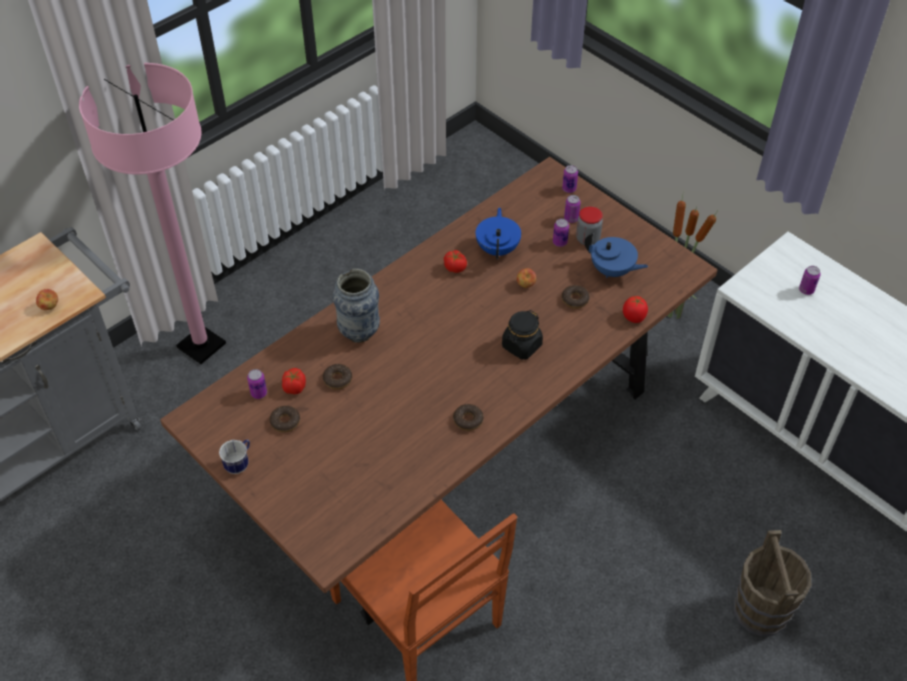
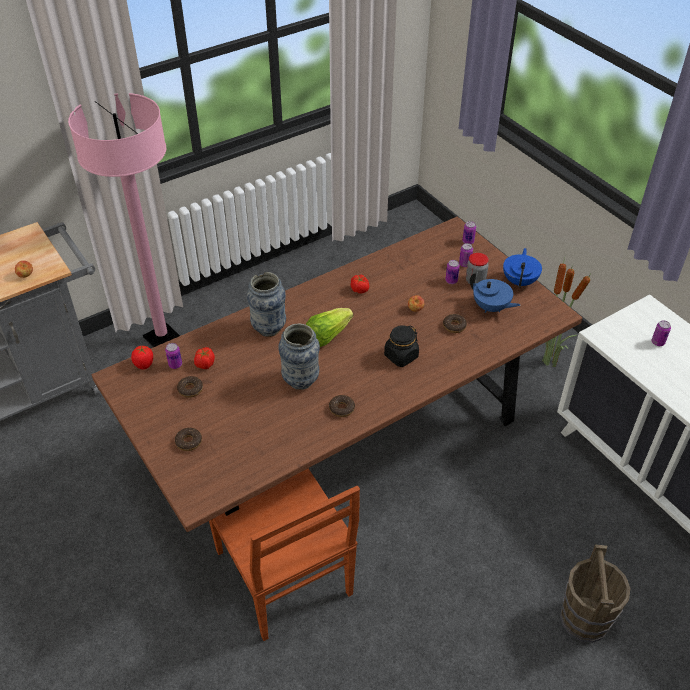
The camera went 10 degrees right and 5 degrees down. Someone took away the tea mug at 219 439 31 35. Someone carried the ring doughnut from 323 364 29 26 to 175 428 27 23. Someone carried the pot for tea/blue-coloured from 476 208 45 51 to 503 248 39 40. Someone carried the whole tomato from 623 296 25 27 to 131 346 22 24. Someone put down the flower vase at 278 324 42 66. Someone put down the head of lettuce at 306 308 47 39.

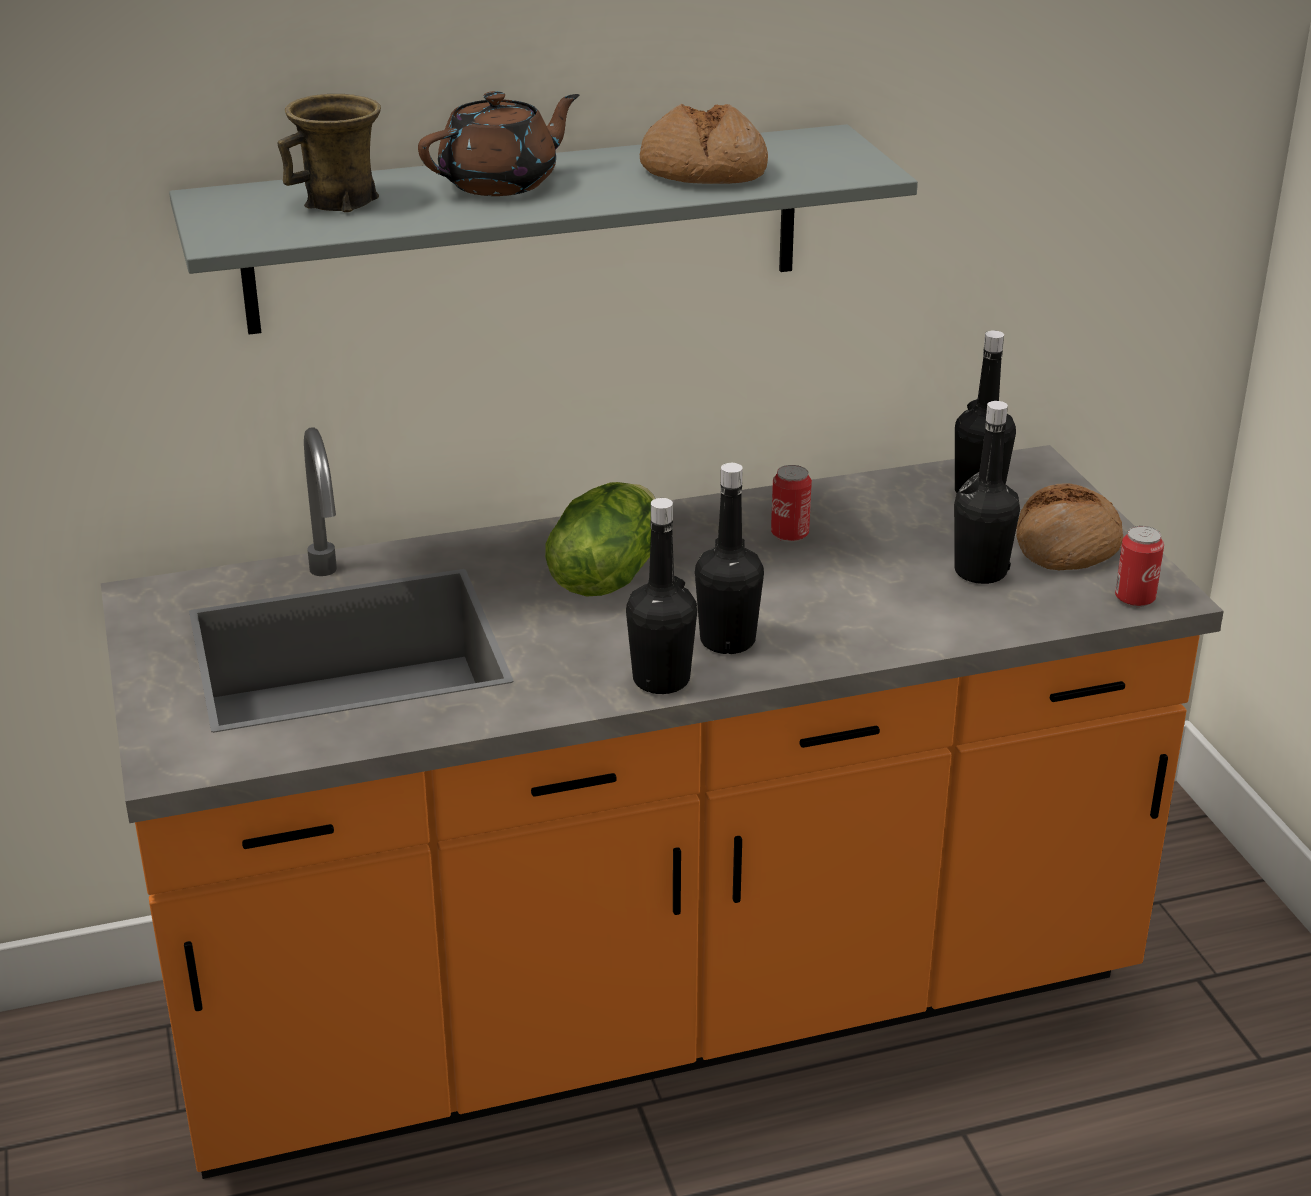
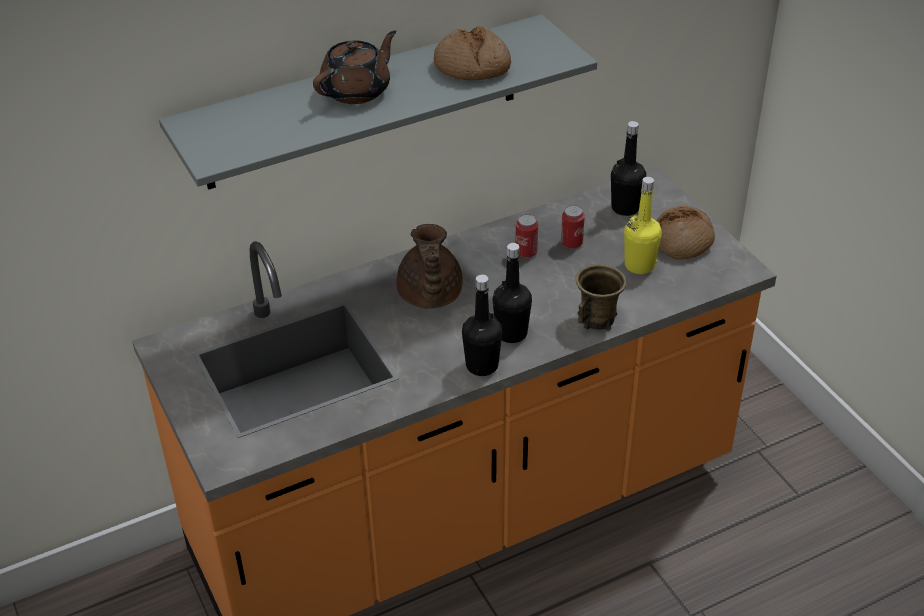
The camera went 10 degrees left and 10 degrees up. Someone carried the tea mug/brown from 277 94 104 118 to 576 264 51 66. Someone swapped the head of lettuce at 545 482 110 115 for the pot for tea/brown at 397 224 66 85. Someone repainted the drink bottle/blackish at 954 401 66 183, which became the drink bottle/yellow at 624 177 38 97. Someone carried the metal can from 1115 526 49 81 to 561 205 24 44.

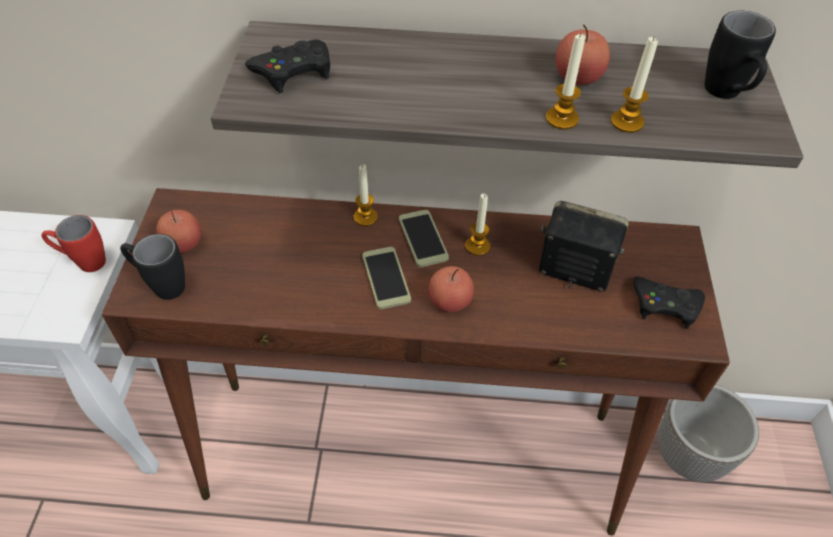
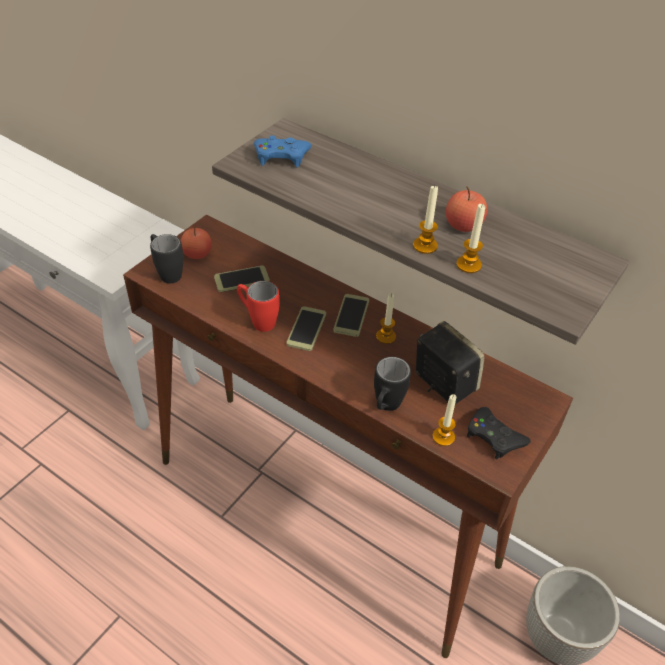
The camera went 30 degrees right and 5 degrees down. Someone carried the tea mug/reddish from 42 215 64 57 to 237 281 43 51. Someone repainted the joypad/blackish at 245 39 85 54, which became the joypad/blue-coloured at 254 135 57 32. Someone carried the candle from 354 164 24 62 to 433 394 23 52. Someone took away the whole apple at 429 266 45 46. Someone carried the tea mug/blackish from 704 11 72 88 to 374 357 37 54. Someone put down the telephone at 214 266 56 26.

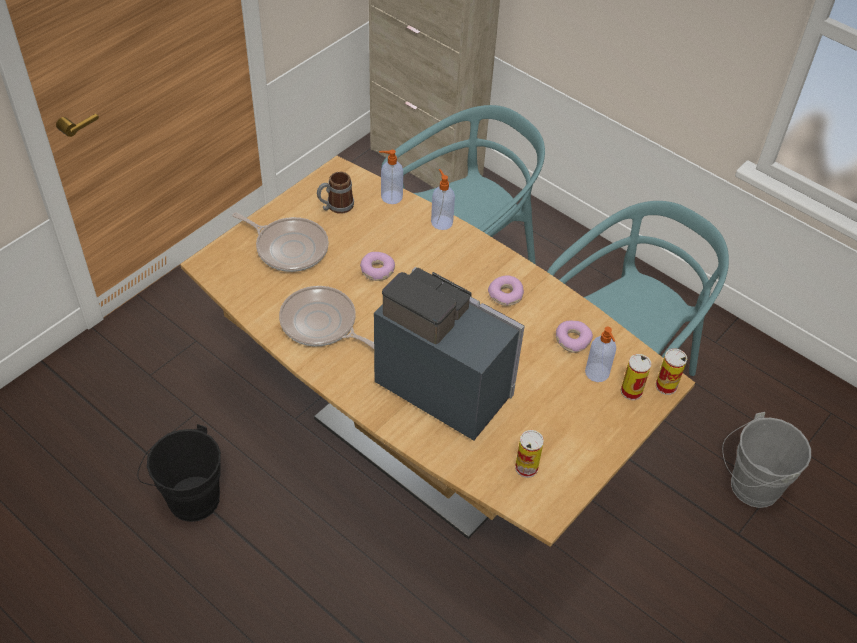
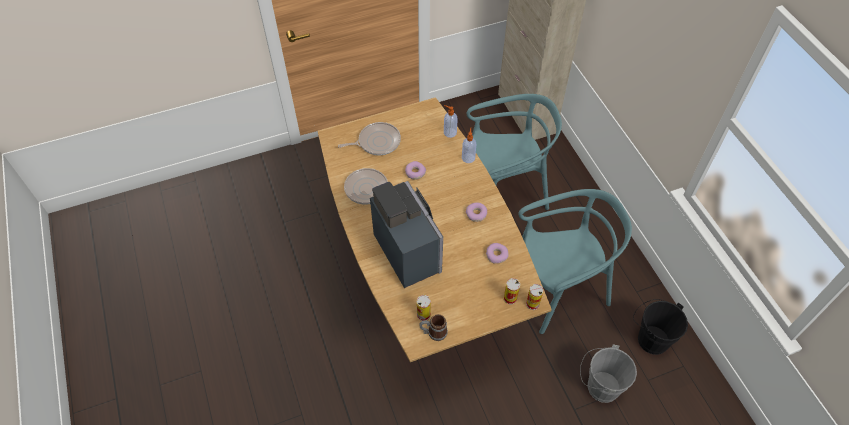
The camera went 30 degrees right and 5 degrees up. Someone carried the bucket/blackish from 137 424 84 98 to 633 299 55 56. Someone rotated the pan at 232 212 97 60 by 75 degrees counterclockwise. Someone carried the tea mug from 317 172 37 42 to 419 314 29 27. Someone took away the liquid soap bottle at 585 327 31 55.

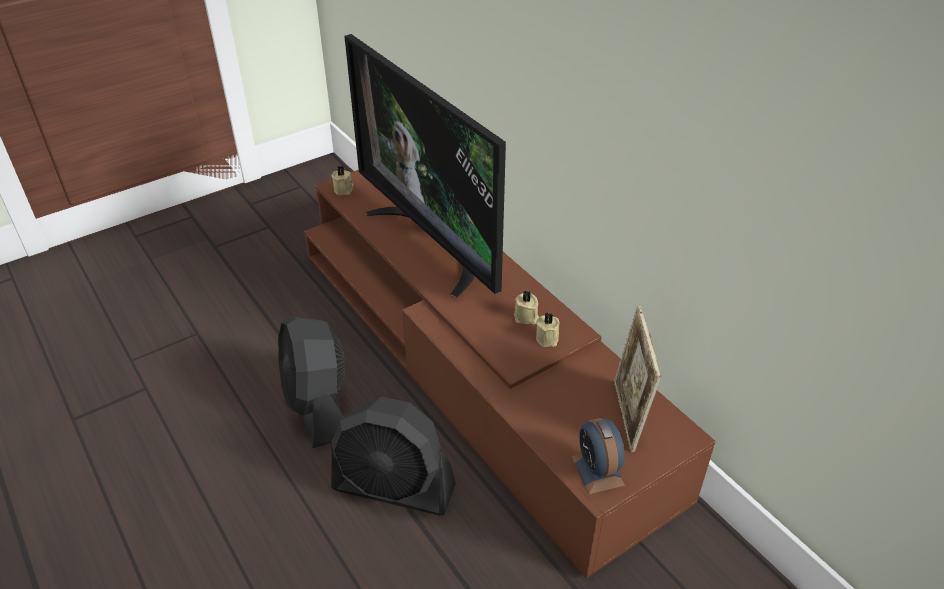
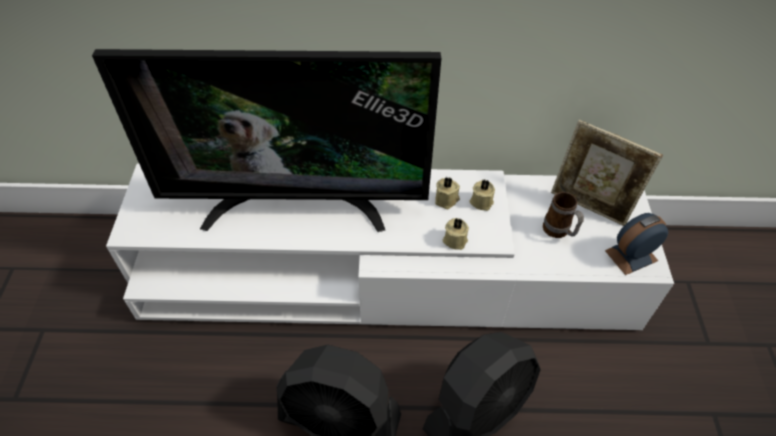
The camera went 55 degrees left and 10 degrees up. Someone repainted the tv unit/brown at 304 170 412 408, which became the tv unit/white-coloured at 106 164 568 166. Someone carried the candle/beige-coloured from 331 166 22 29 to 443 218 26 32. Someone rotated the alarm clock at 571 418 54 77 by 135 degrees clockwise. Someone put down the tea mug at 543 192 41 46.

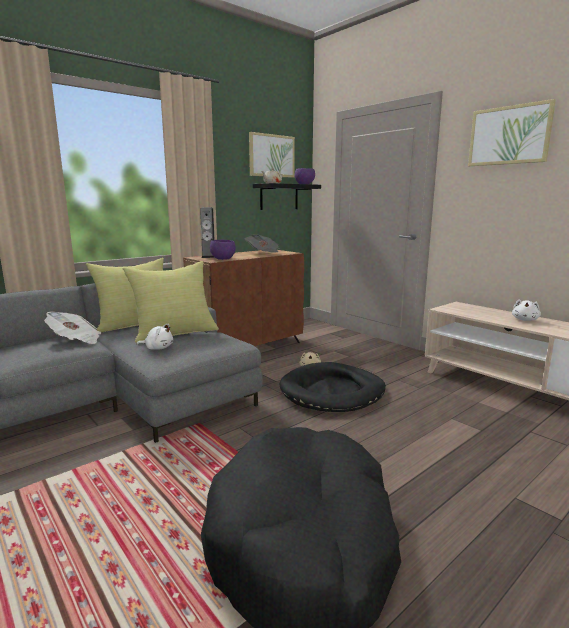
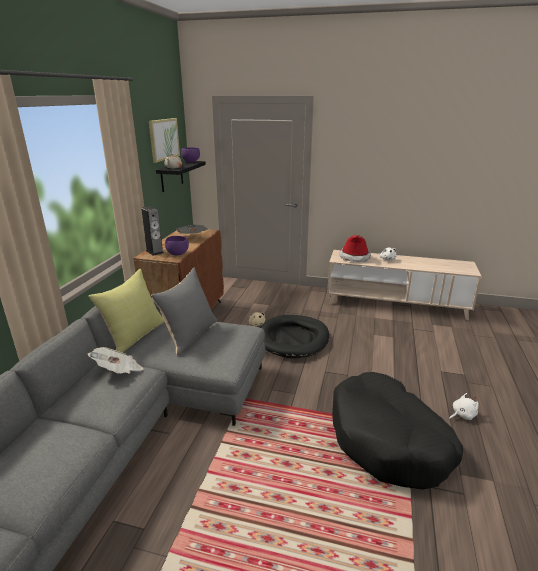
The camera went 35 degrees left and 10 degrees up. Someone repainted the throw pillow/yellow at 122 261 97 82, which became the throw pillow/gray at 151 268 66 87. Someone carried the cuddly toy/white-coloured from 137 323 36 27 to 449 393 29 27. Someone took away the wall art at 468 99 88 67. Someone put down the wearable hat at 339 235 32 27.

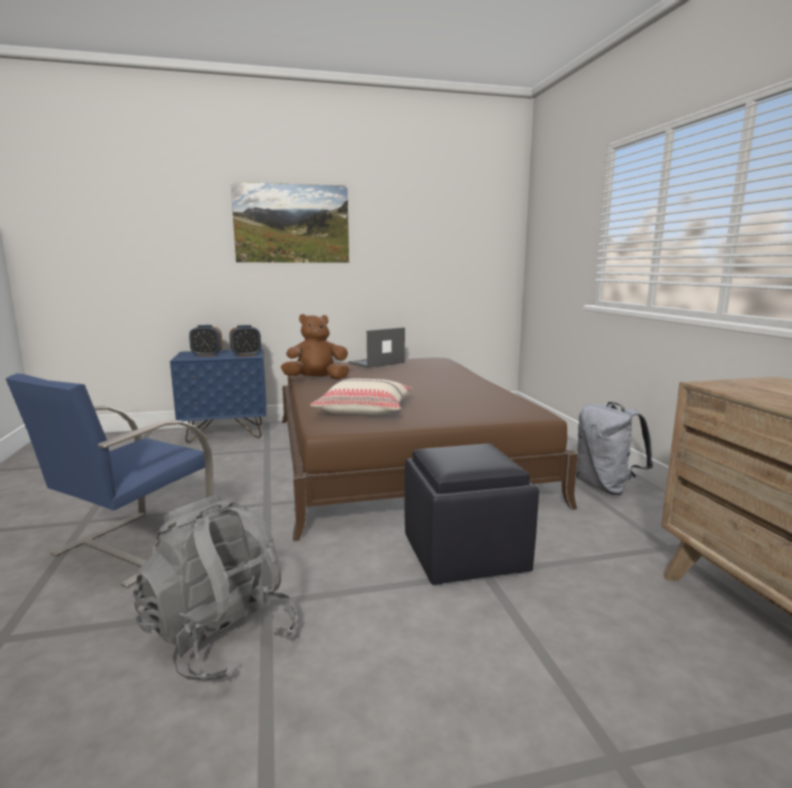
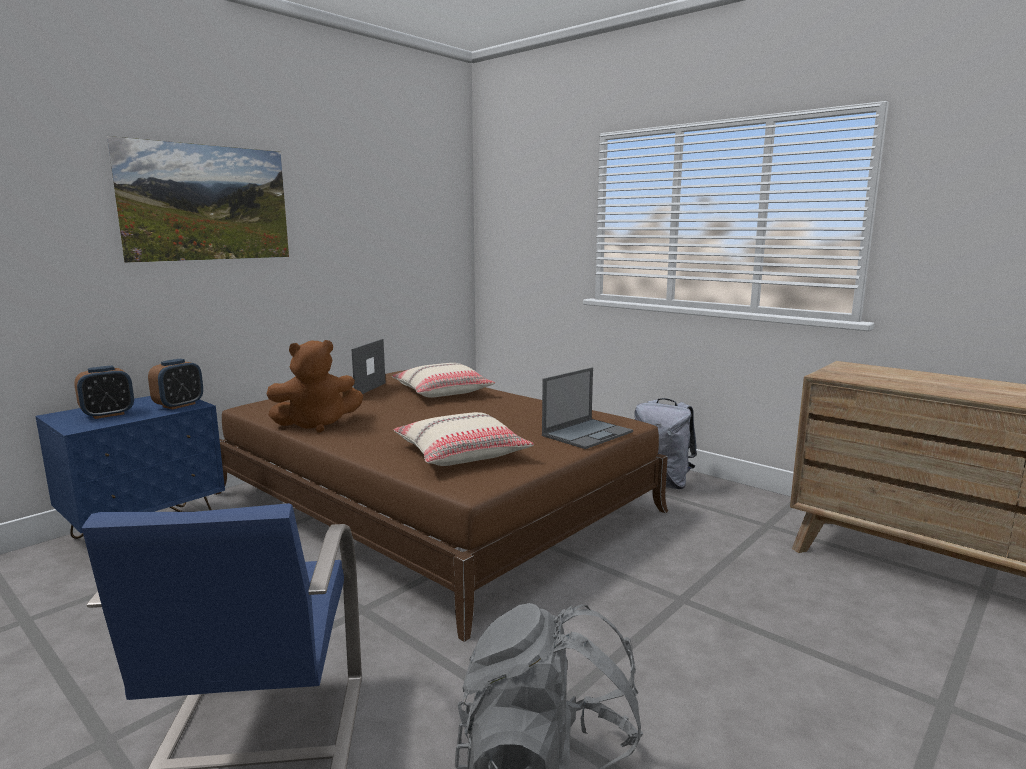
The camera went 35 degrees left and 0 degrees up. Someone rotated the cuddly toy/brown at 281 314 68 65 by 150 degrees counterclockwise. Someone took away the pouffe/blackish at 404 444 135 141. Someone put down the throw pillow/beige-coloured at 392 363 103 35. Someone put down the notebook computer at 542 367 91 82.

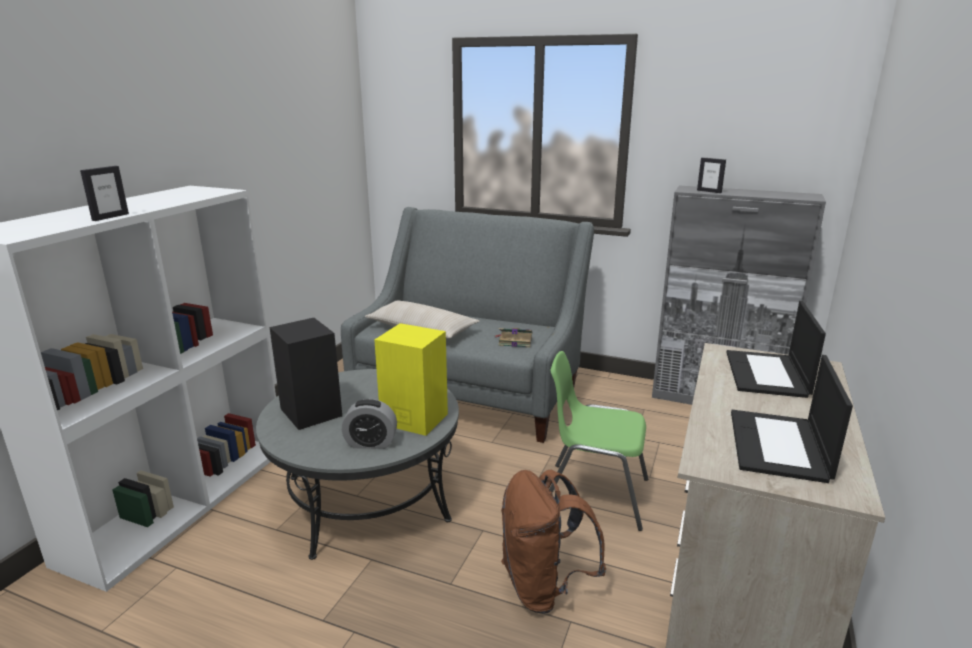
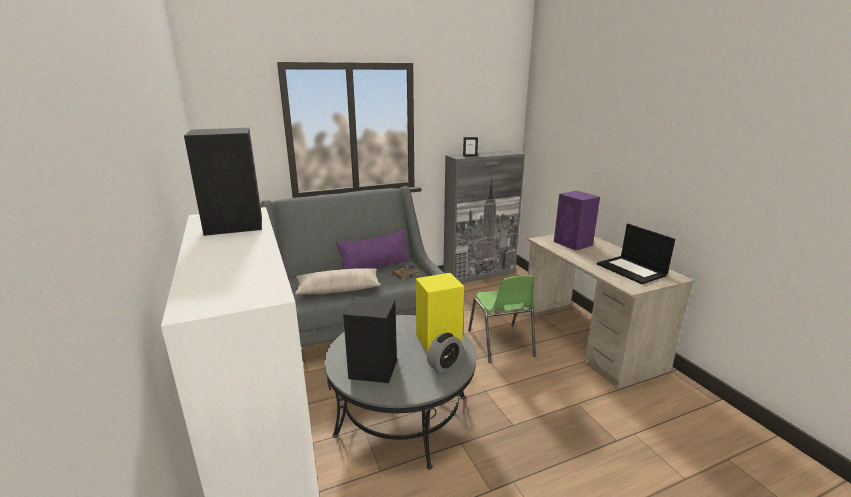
The camera went 45 degrees left and 0 degrees up. Someone took away the photo frame at 80 166 49 55. Someone took away the backpack/brown at 501 470 105 143. Someone rotated the upright chair/green-coloured at 549 351 99 180 by 75 degrees counterclockwise. Someone swapped the notebook computer at 726 301 100 97 for the speaker/purple-coloured at 554 191 46 60. Someone put down the speaker/blackish at 184 128 78 108. Someone put down the throw pillow/purple-coloured at 336 229 74 40.

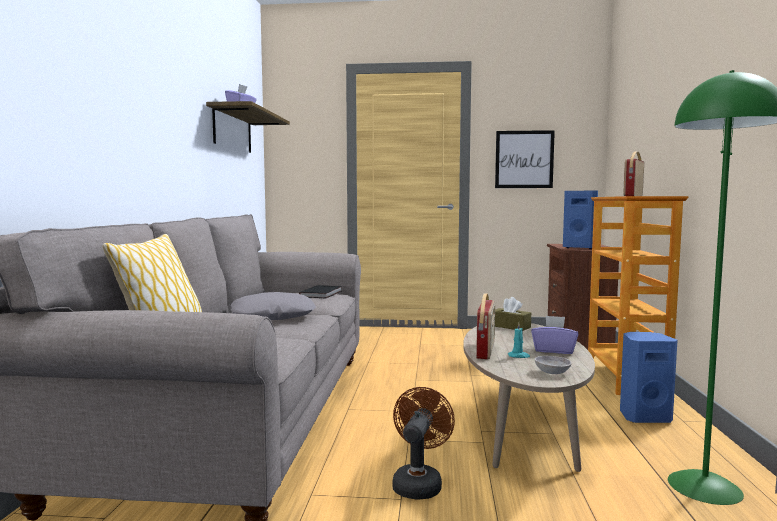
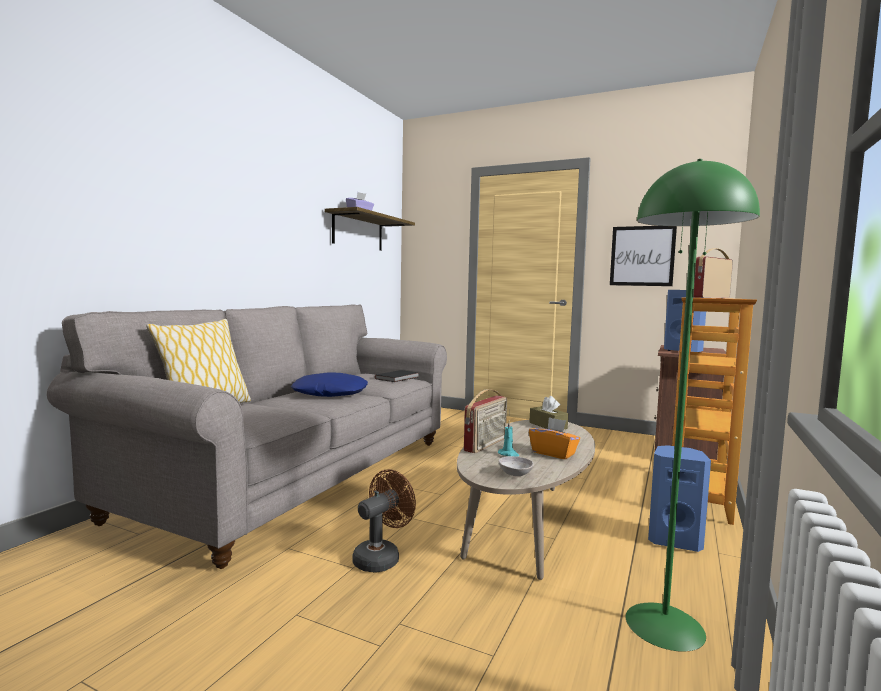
The camera went 20 degrees right and 0 degrees up. Someone repainted the throw pillow/gray at 230 292 86 28, which became the throw pillow/blue-coloured at 291 372 77 25. Someone repainted the tissue holder/purple-coloured at 531 316 47 38, which became the tissue holder/orangey at 529 417 51 42.

